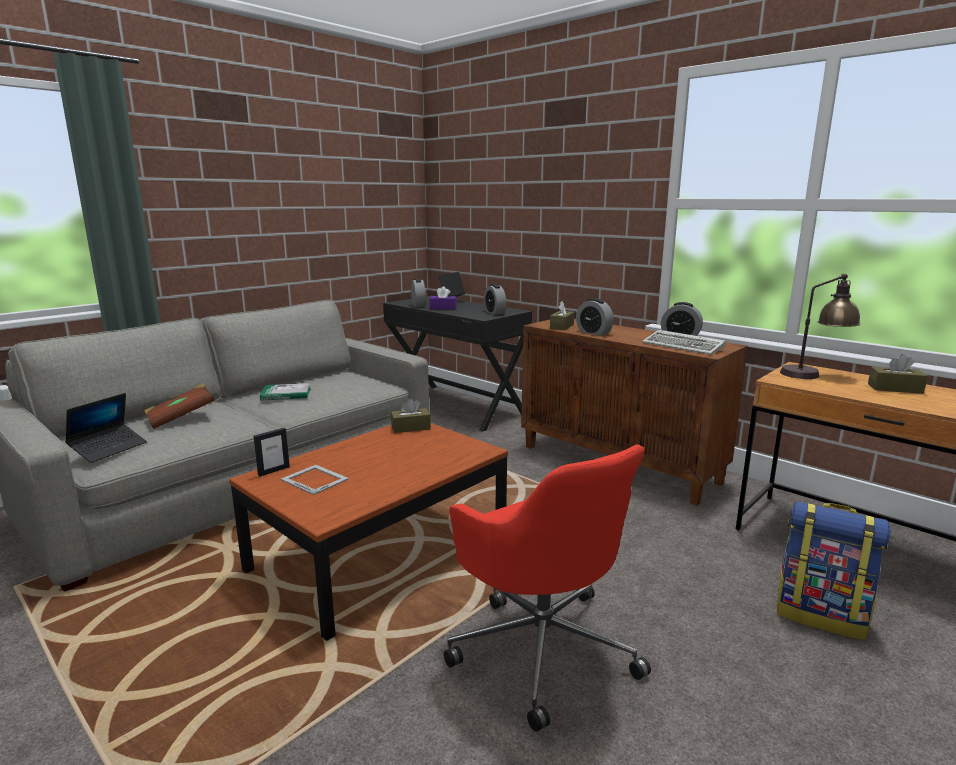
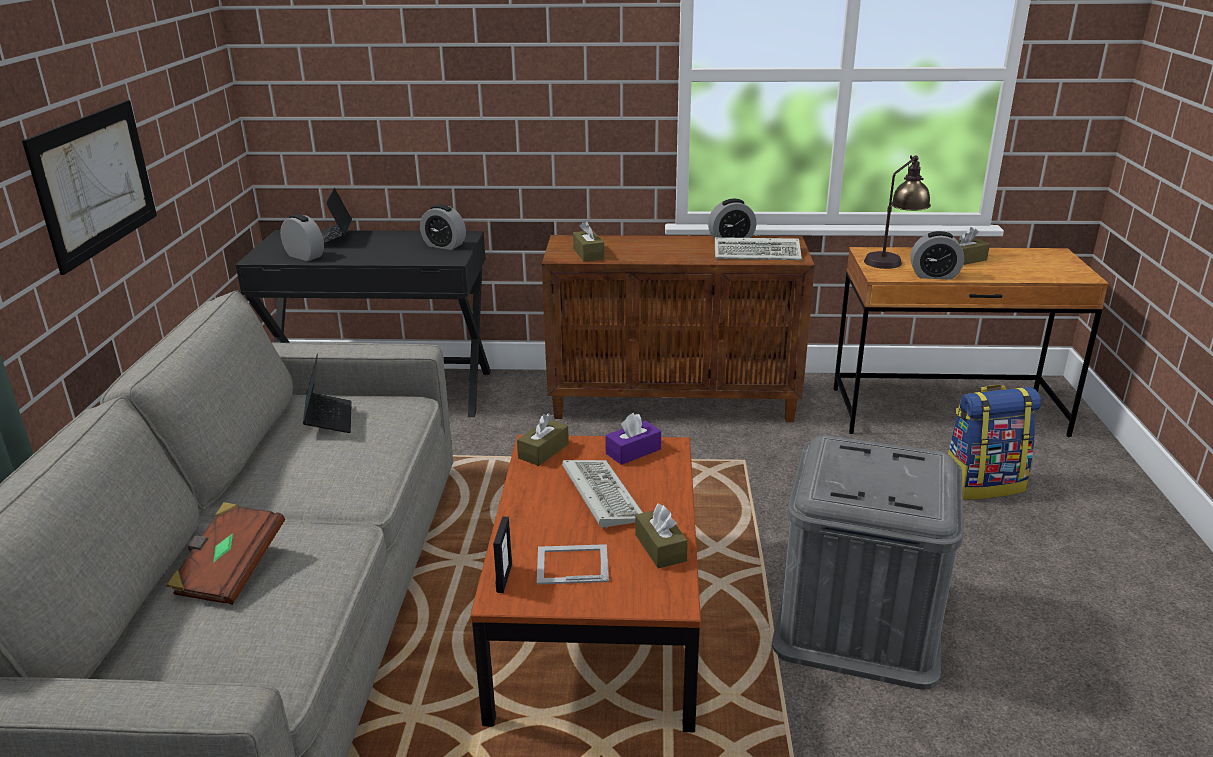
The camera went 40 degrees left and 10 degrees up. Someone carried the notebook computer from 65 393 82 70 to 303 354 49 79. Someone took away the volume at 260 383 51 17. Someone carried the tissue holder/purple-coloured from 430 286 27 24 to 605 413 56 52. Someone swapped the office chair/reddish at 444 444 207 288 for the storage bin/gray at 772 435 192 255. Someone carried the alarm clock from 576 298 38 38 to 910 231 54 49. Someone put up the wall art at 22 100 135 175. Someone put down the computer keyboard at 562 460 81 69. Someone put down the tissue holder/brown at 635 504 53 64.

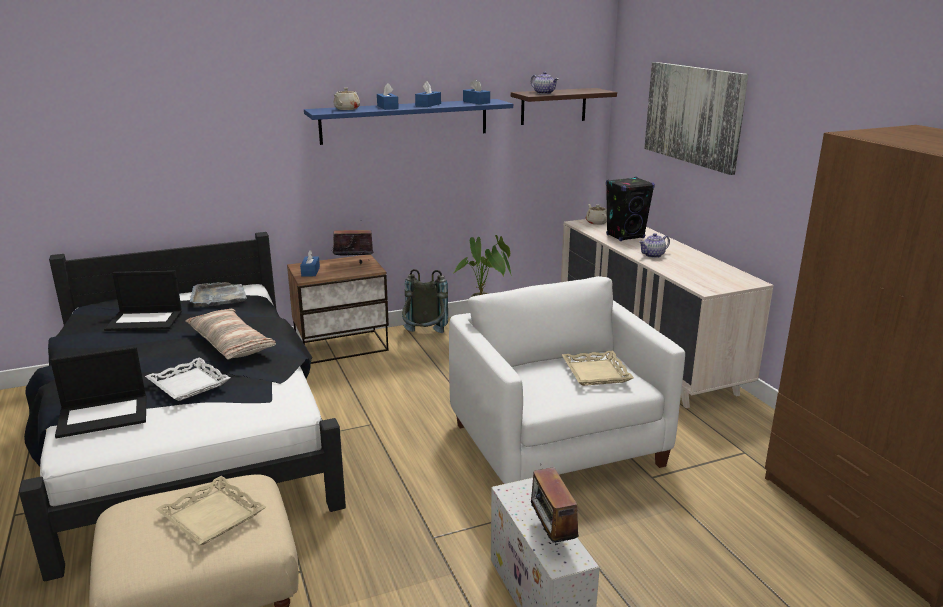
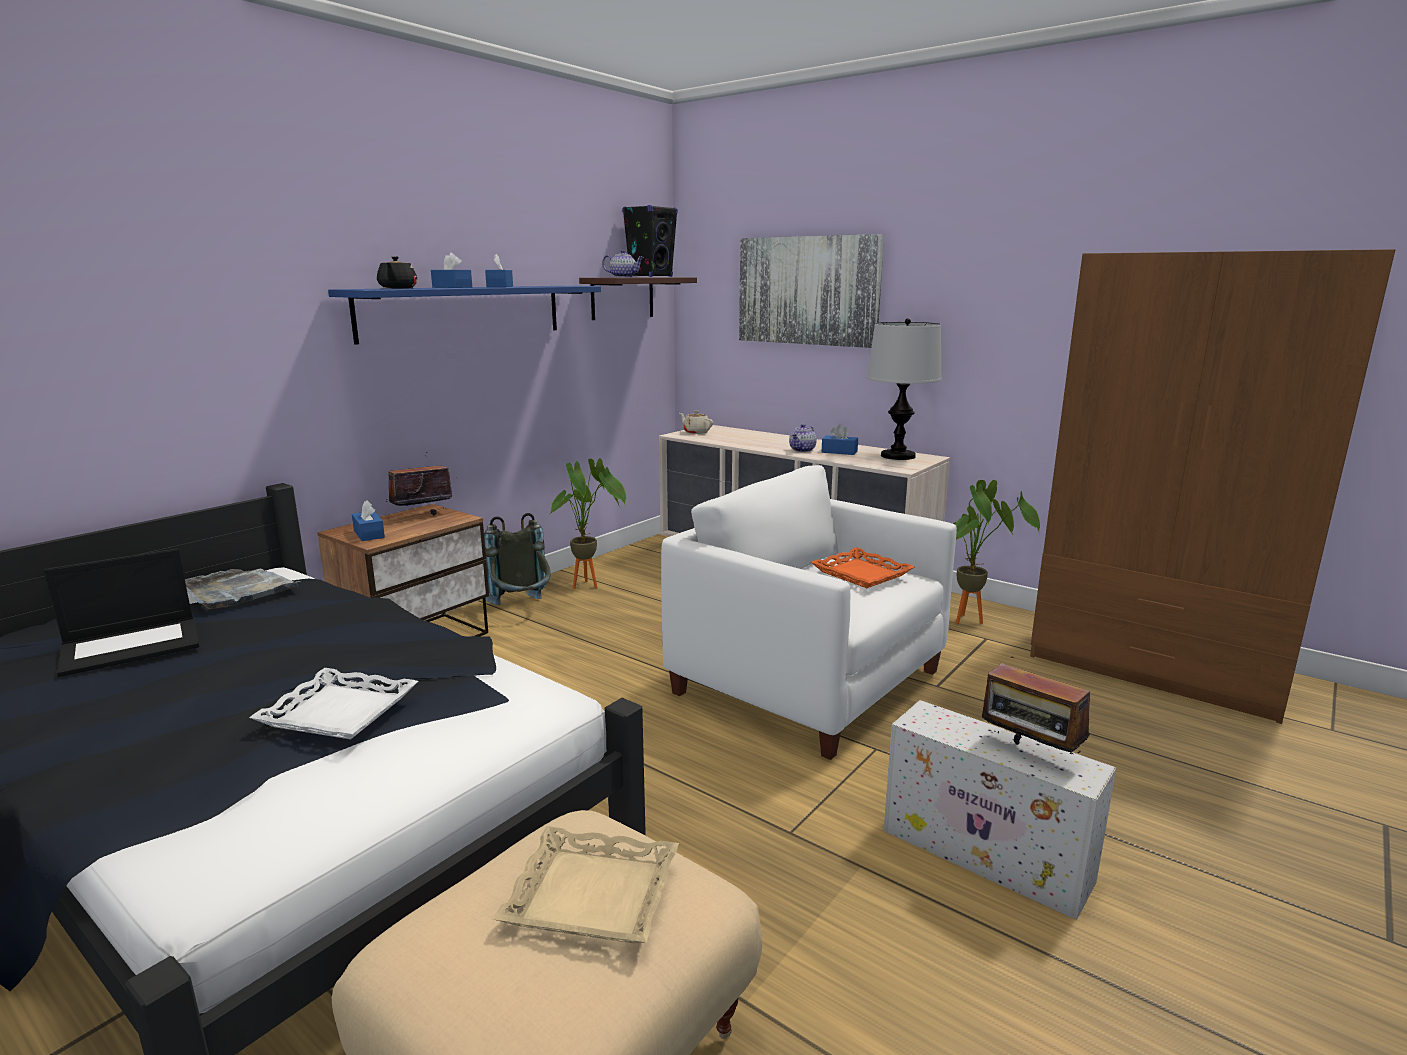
The camera went 30 degrees left and 5 degrees down. Someone took away the notebook computer at 50 347 96 91. Someone took away the throw pillow at 185 309 91 50. Someone repainted the pot for tea/beige-coloured at 334 88 26 22, which became the pot for tea/blackish at 377 256 40 32. Someone carried the tissue holder/blue-coloured from 463 79 27 25 to 822 424 36 31. Someone repainted the carrying tray/beige-coloured at 562 351 72 35, which became the carrying tray/orangey at 811 547 103 41. Someone carried the speaker/blackish from 606 177 49 64 to 622 205 56 72. Someone put down the lamp for a table at 867 318 74 142. Someone put down the potted plant at 953 480 87 144.

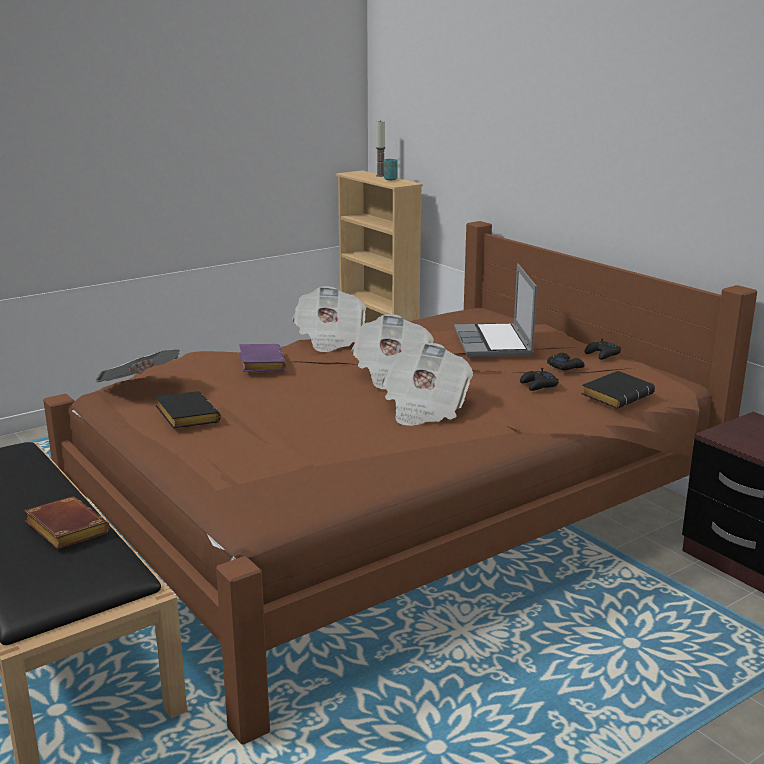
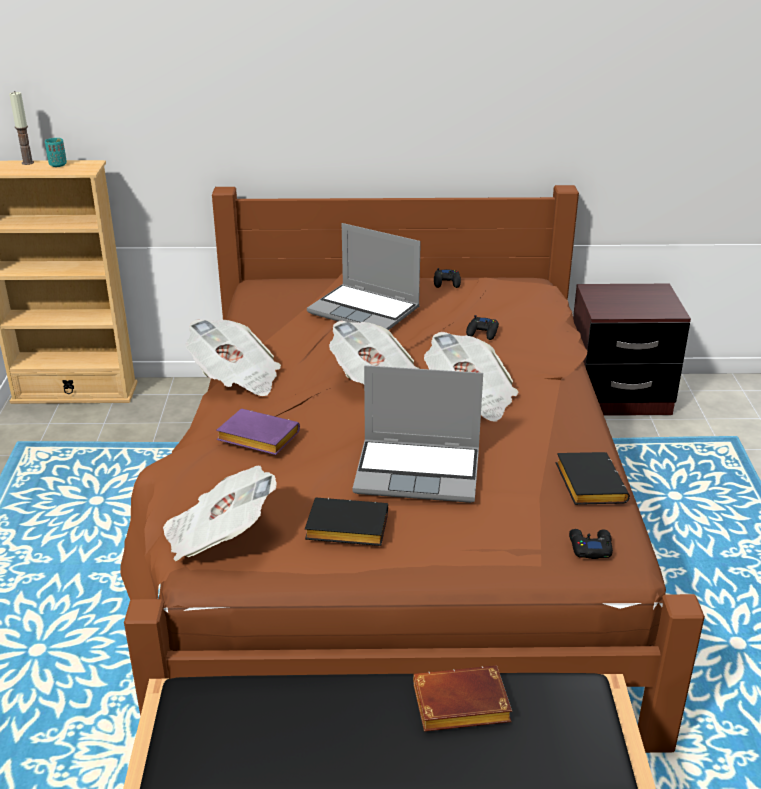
The camera went 55 degrees left and 10 degrees up. Someone carried the joypad/blackish from 547 353 38 18 to 569 529 44 30. Someone carried the volume/blackish from 581 371 74 38 to 556 452 74 53. Someone put down the notebook computer at 353 365 130 138.

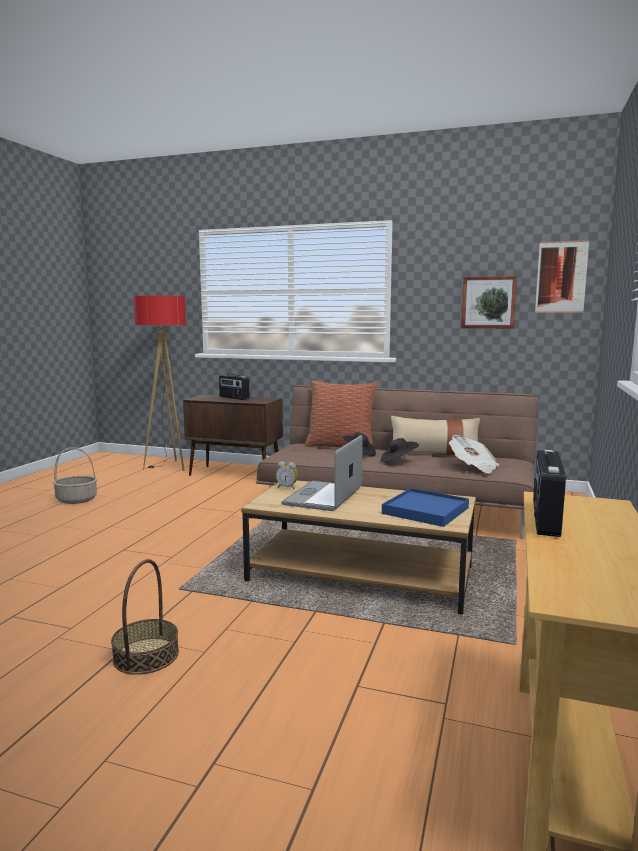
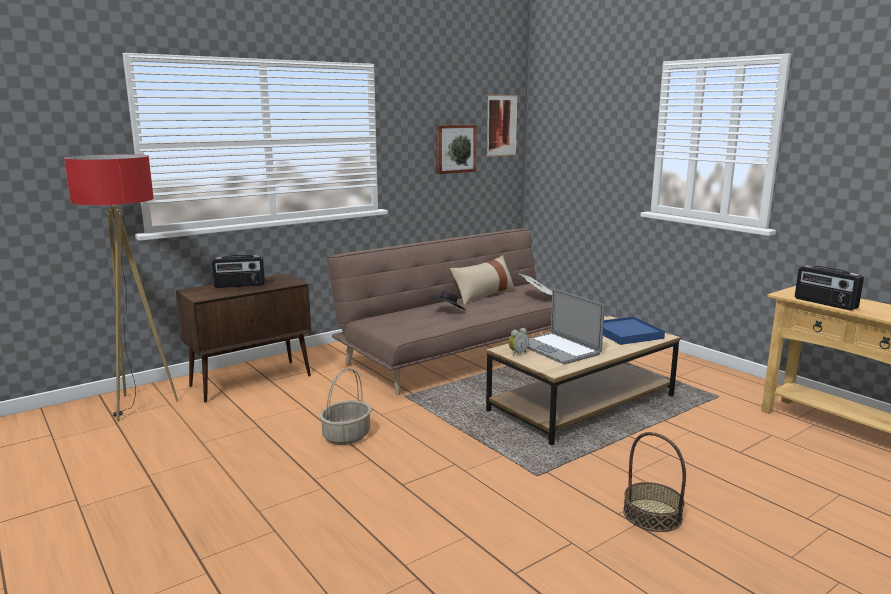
The camera went 55 degrees left and 5 degrees up. Someone carried the household basket from 53 447 44 57 to 320 368 51 77. Someone took away the throw pillow at 305 381 72 67. Someone took away the wearable hat/blackish at 381 438 38 24.

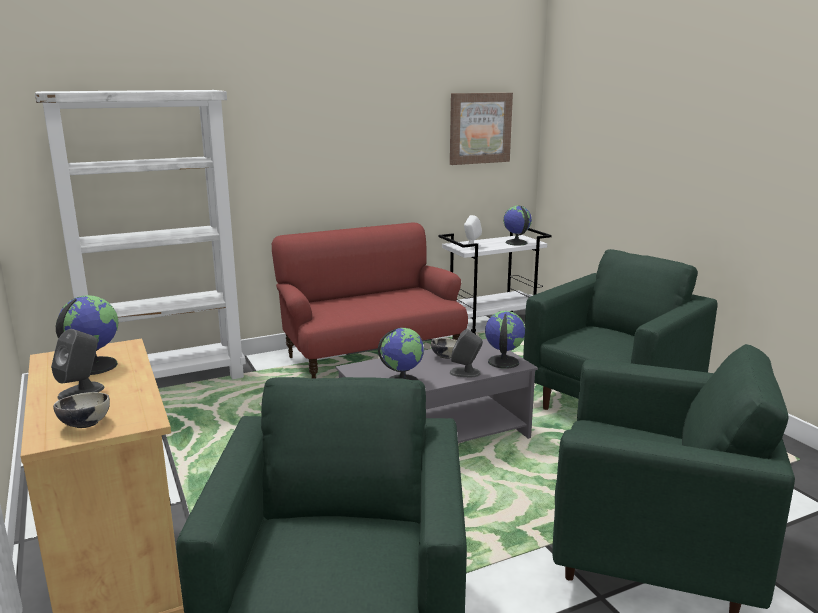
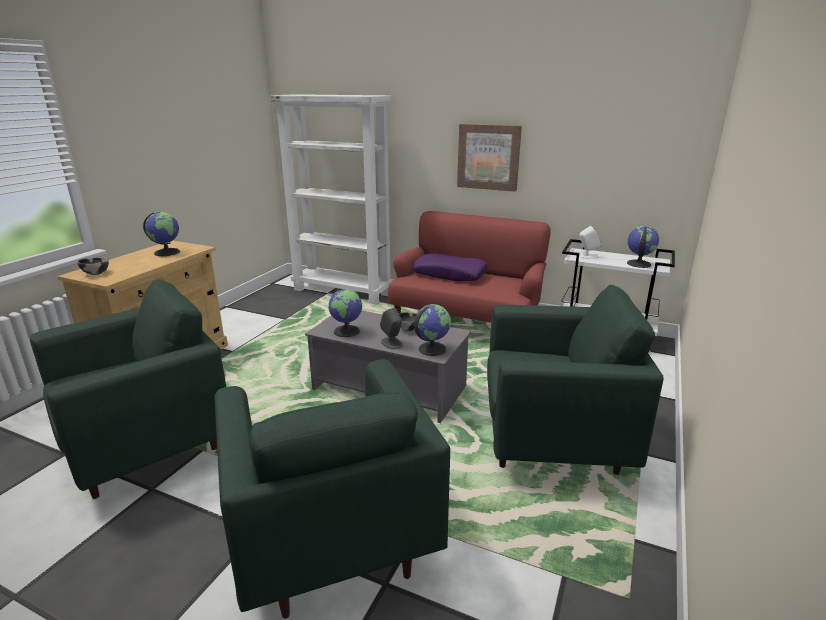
The camera went 50 degrees right and 5 degrees up. Someone took away the speaker/gray at 51 329 54 71. Someone carried the wall art from 450 93 63 72 to 457 124 65 68. Someone put down the throw pillow/purple-coloured at 413 253 74 28.

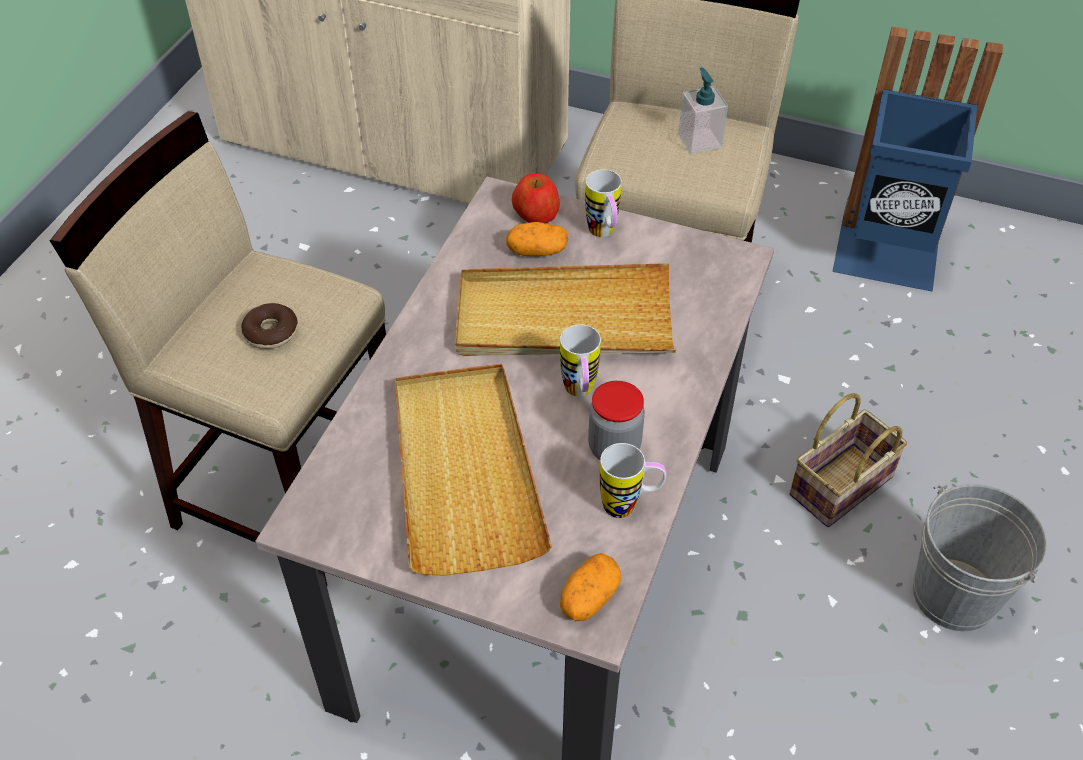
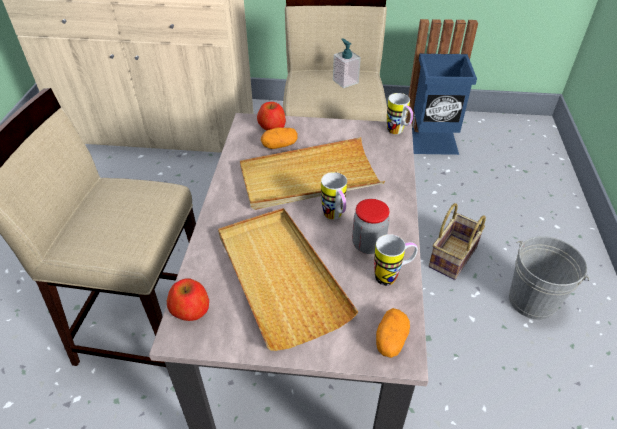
The camera went 15 degrees left and 5 degrees down. Someone took away the ring doughnut at 241 303 57 46. Someone carried the tea mug from 585 169 37 68 to 387 93 26 41. Someone put down the whole apple at 167 278 42 43.

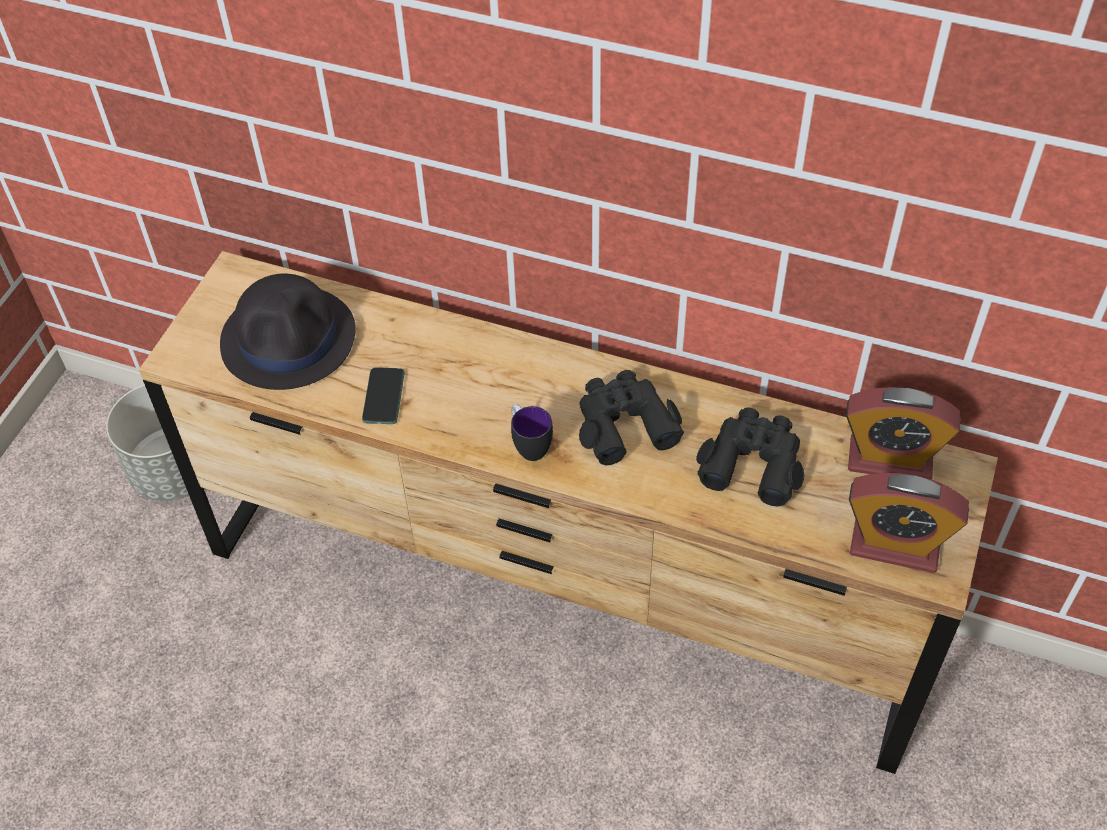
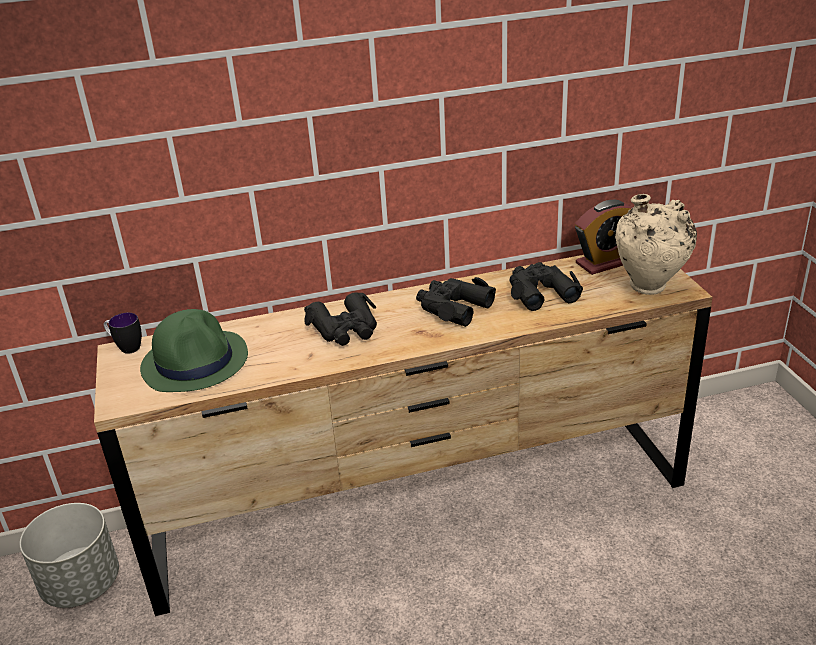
The camera went 35 degrees left and 20 degrees down. Someone repainted the wearable hat/blackish at 220 273 136 117, which became the wearable hat/green-coloured at 140 309 108 83. Someone took away the telephone at 362 368 43 56. Someone carried the tea mug from 511 404 42 57 to 104 313 38 41. Someone swapped the alarm clock at 849 473 120 100 for the flower vase/beige-coloured at 615 194 82 101. Someone put down the field glasses/blackish at 304 292 73 54.

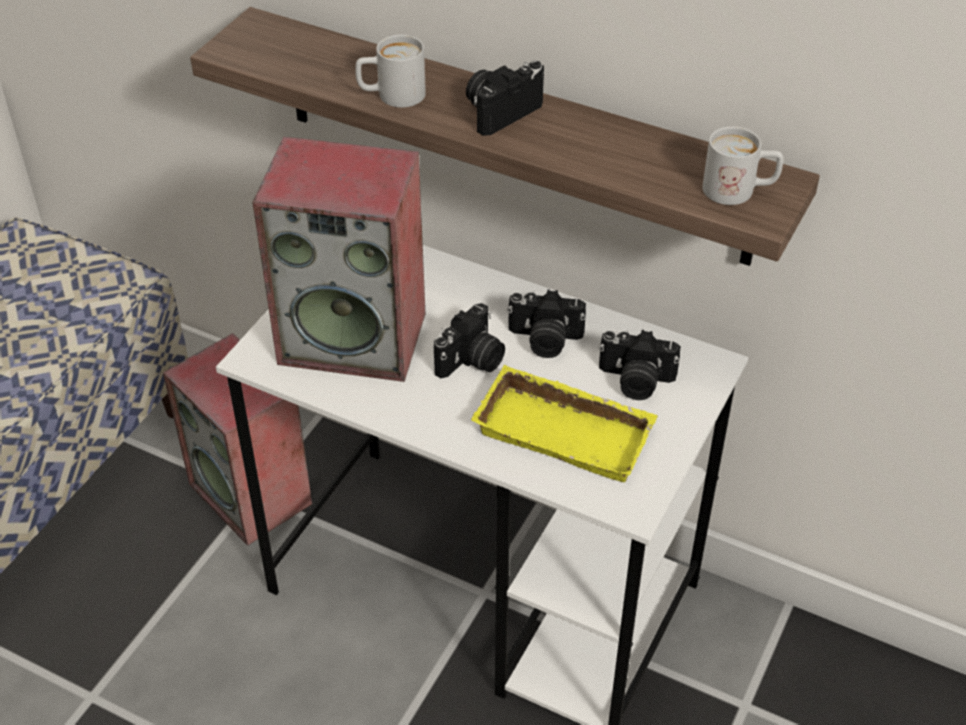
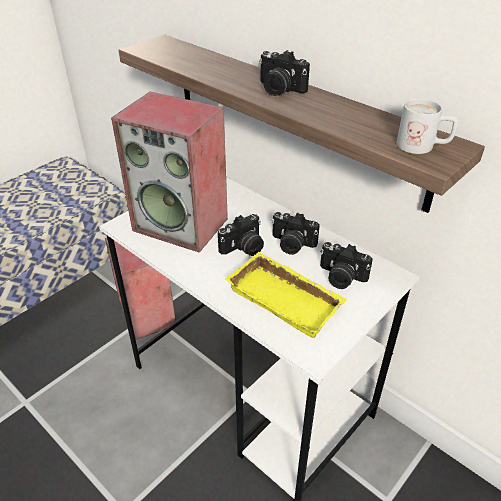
The camera went 15 degrees right and 5 degrees down. Someone took away the tea mug/white-coloured at 355 35 71 73. Someone rotated the photo camera at 466 61 78 75 by 120 degrees counterclockwise.

